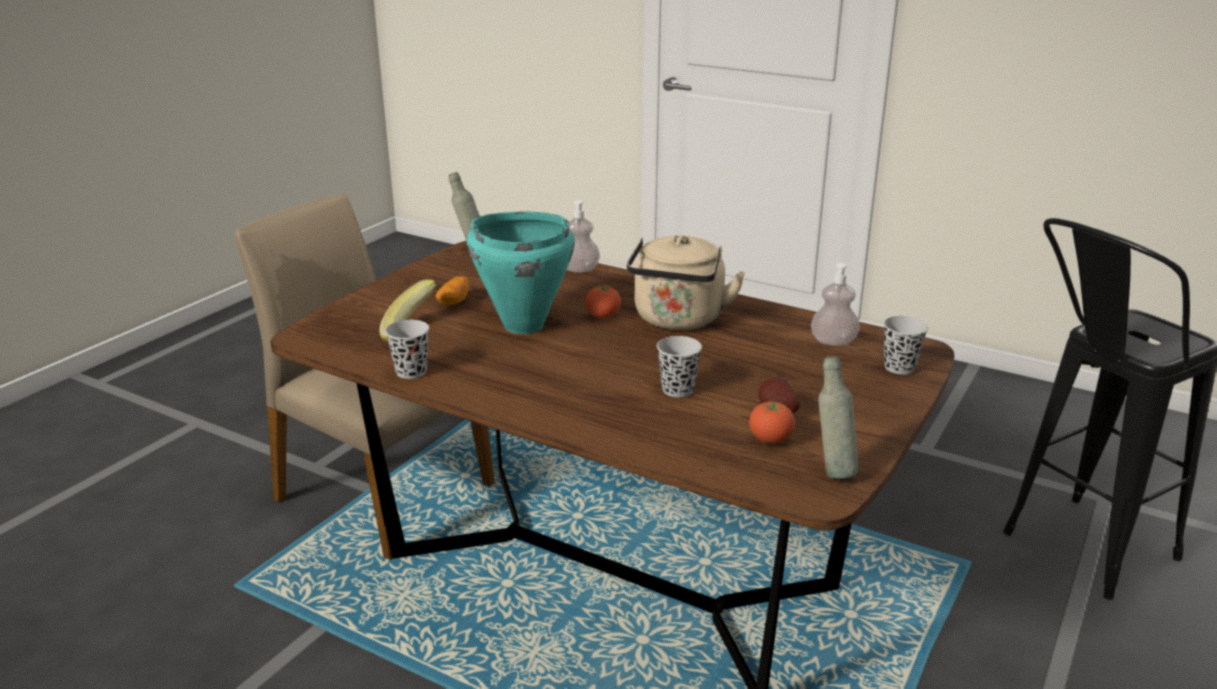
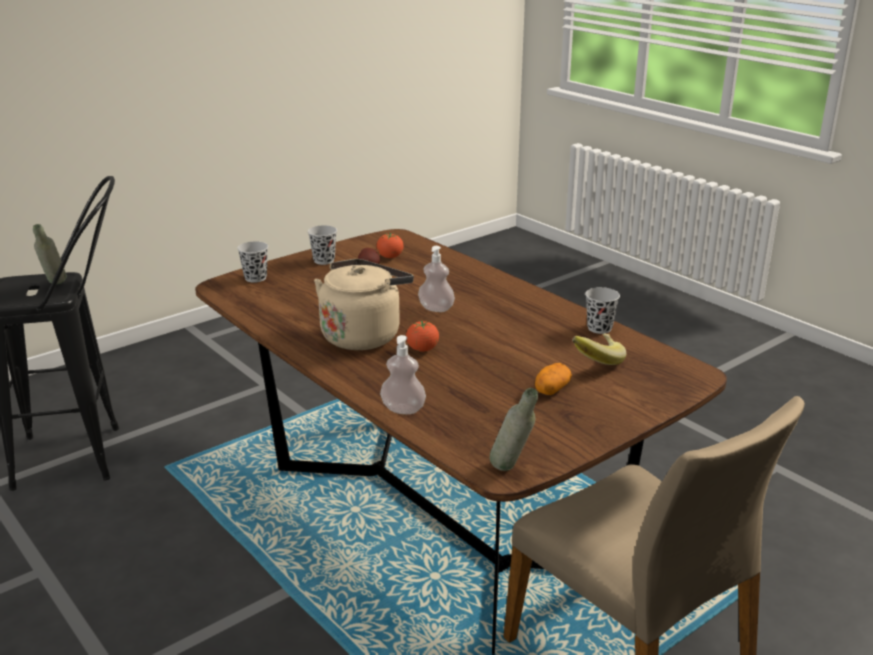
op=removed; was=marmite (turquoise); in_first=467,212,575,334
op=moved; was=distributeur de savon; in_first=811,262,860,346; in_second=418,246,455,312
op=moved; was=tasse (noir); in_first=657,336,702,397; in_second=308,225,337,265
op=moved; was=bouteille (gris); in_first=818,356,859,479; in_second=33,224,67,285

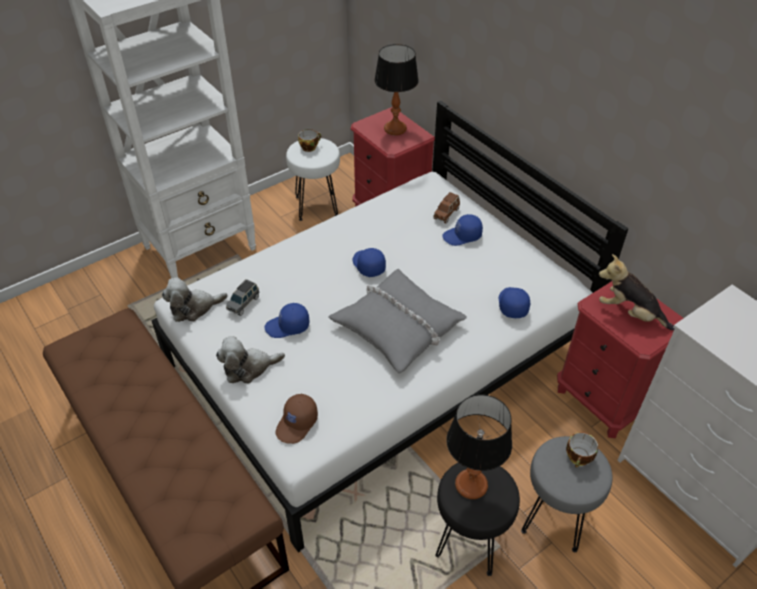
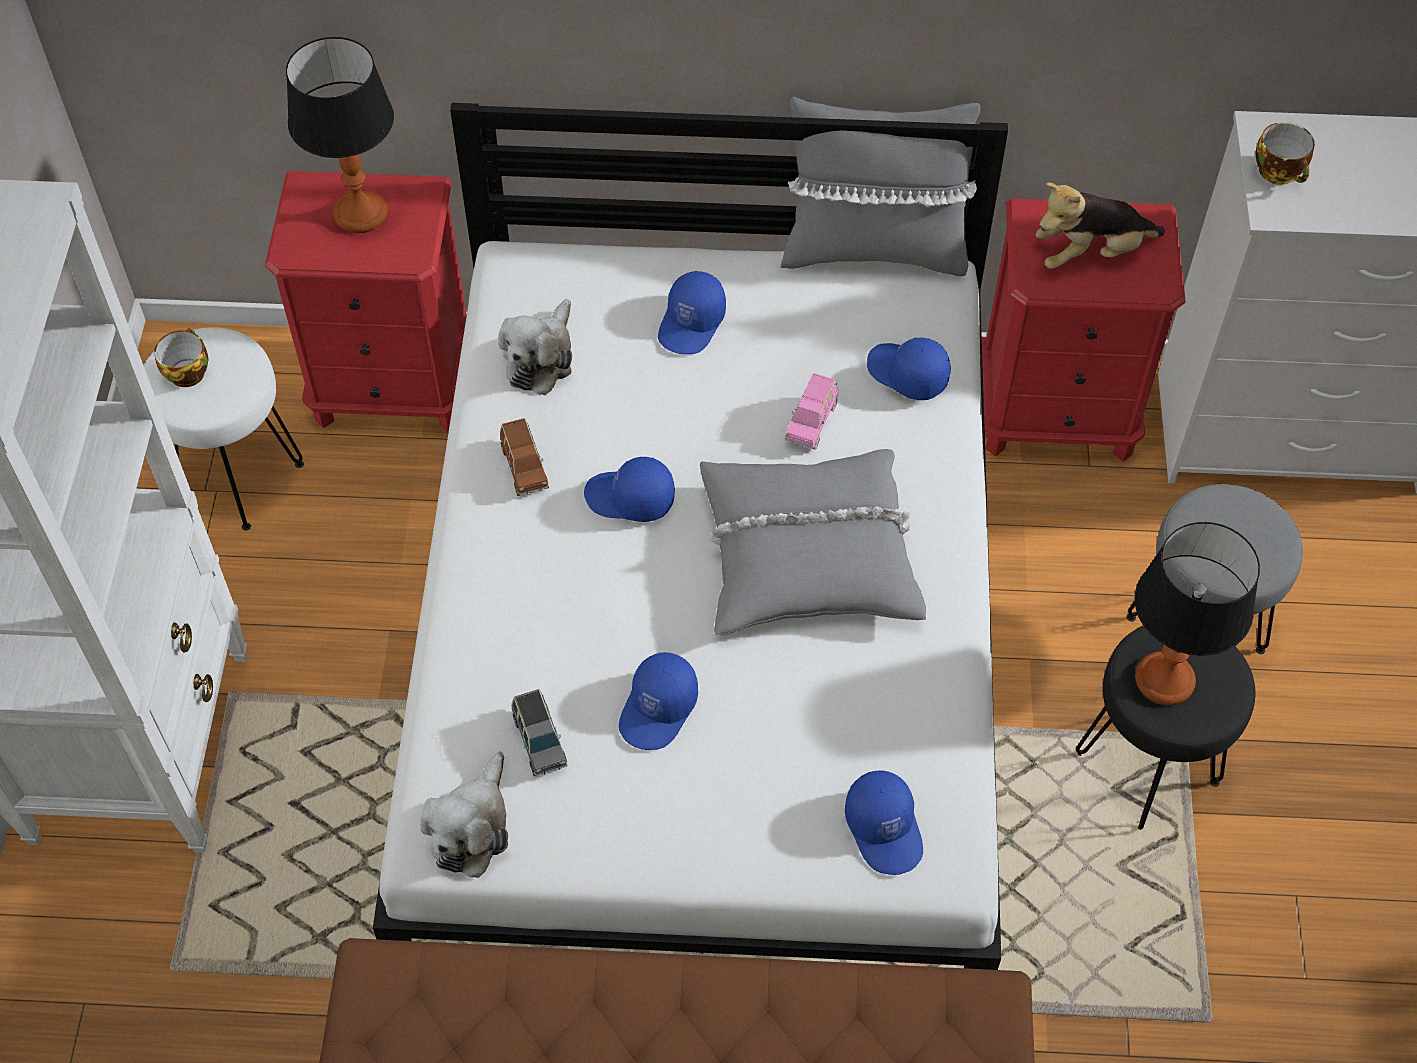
op=moved; was=petite voiture (marron); in_first=433,192,460,223; in_second=500,418,549,496
op=moved; was=peluche; in_first=216,336,285,384; in_second=498,299,572,395
op=recoloured; was=casquette (marron); now=casquette (bleu); in_first=276,394,318,444; in_second=845,770,923,875
op=moved; was=tasse; in_first=566,432,598,468; in_second=1255,122,1315,185
op=added; now=coussin (gris); in_second=781,97,980,276
op=added; now=petite voiture (rose); in_second=785,373,838,450

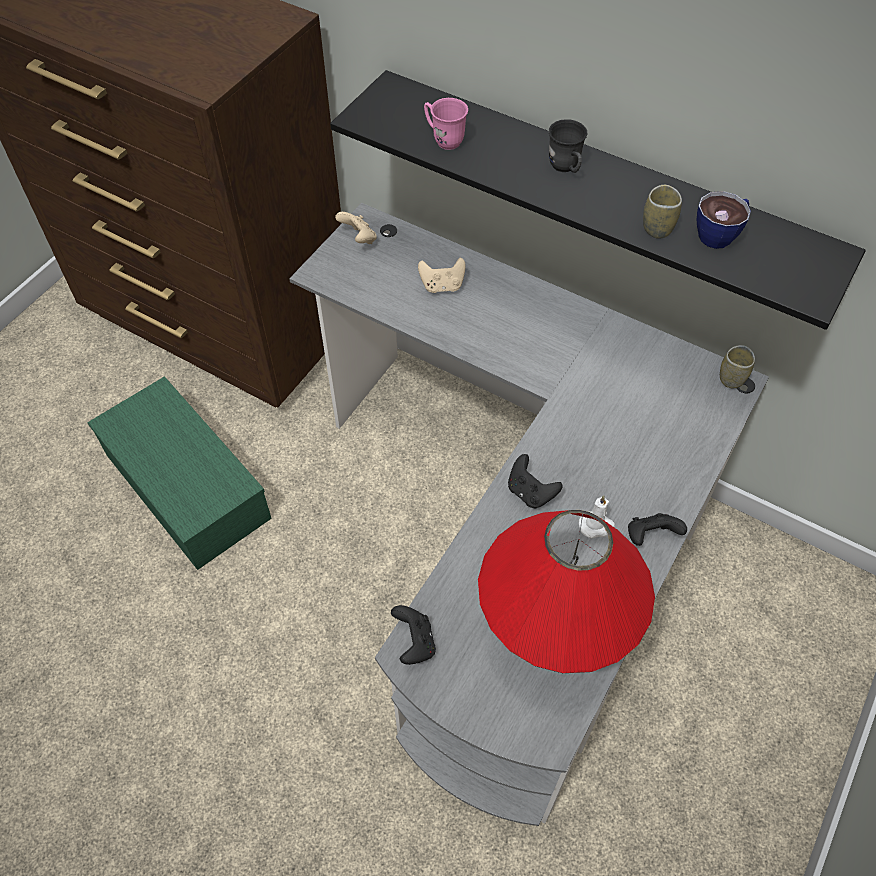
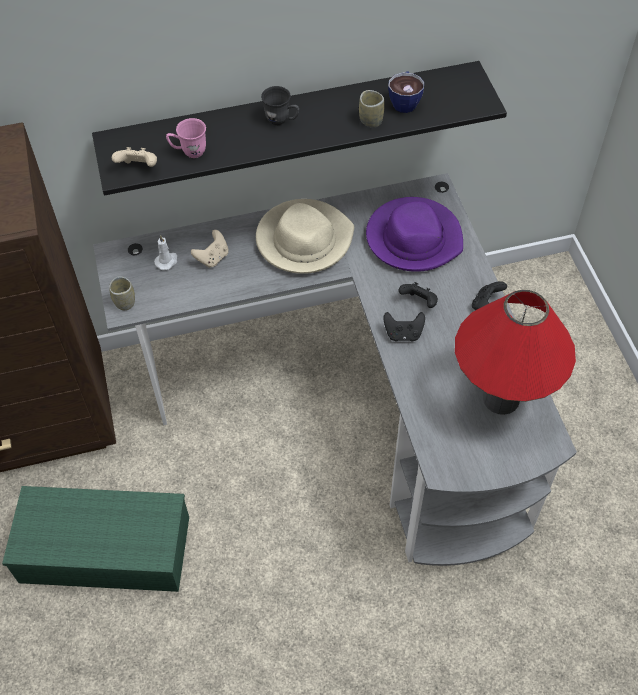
op=moved; was=manette (beige); in_first=335,212,377,244; in_second=112,147,157,167
op=moved; was=tasse; in_first=720,345,755,388; in_second=109,276,135,310
op=moved; was=bougie (blanc); in_first=579,496,615,539; in_second=154,235,177,271
op=moved; was=manette (noir); in_first=391,605,436,665; in_second=398,282,438,308
op=added; now=chapeau (violet); in_second=366,197,463,272
op=added; now=chapeau (beige); in_second=256,199,354,274

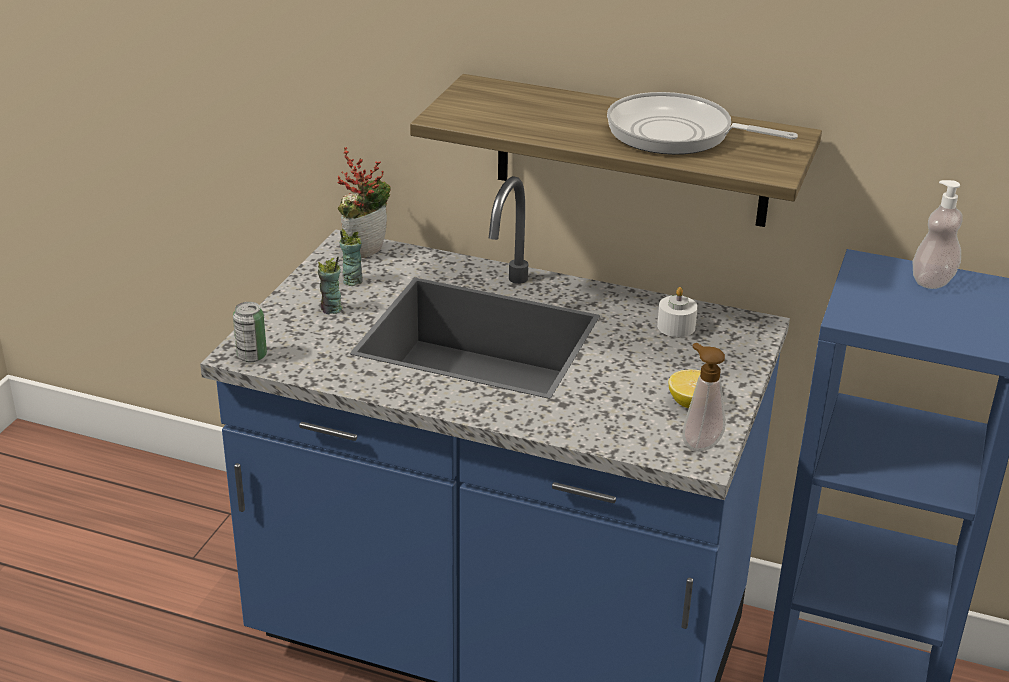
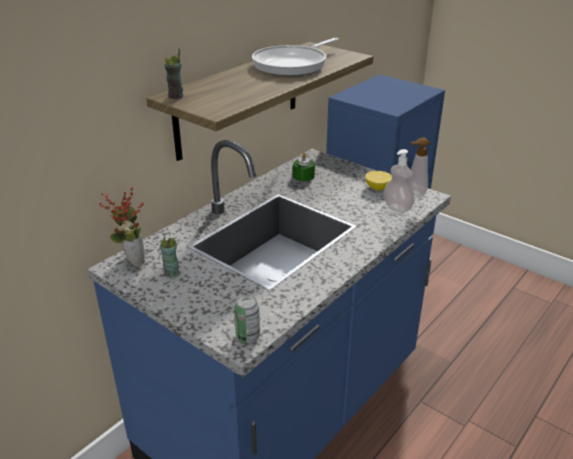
op=moved; was=distributeur de savon; in_first=912,180,963,289; in_second=384,149,414,213
op=moved; was=tasse; in_first=318,257,342,314; in_second=164,48,184,99
op=recoloured; was=bougie (blanc); now=bougie (vert); in_first=657,287,698,337; in_second=293,153,315,181

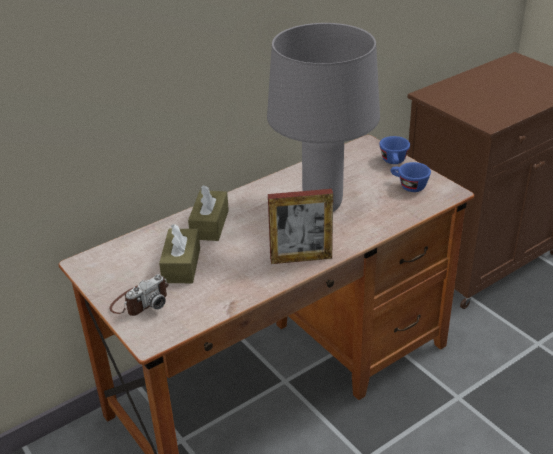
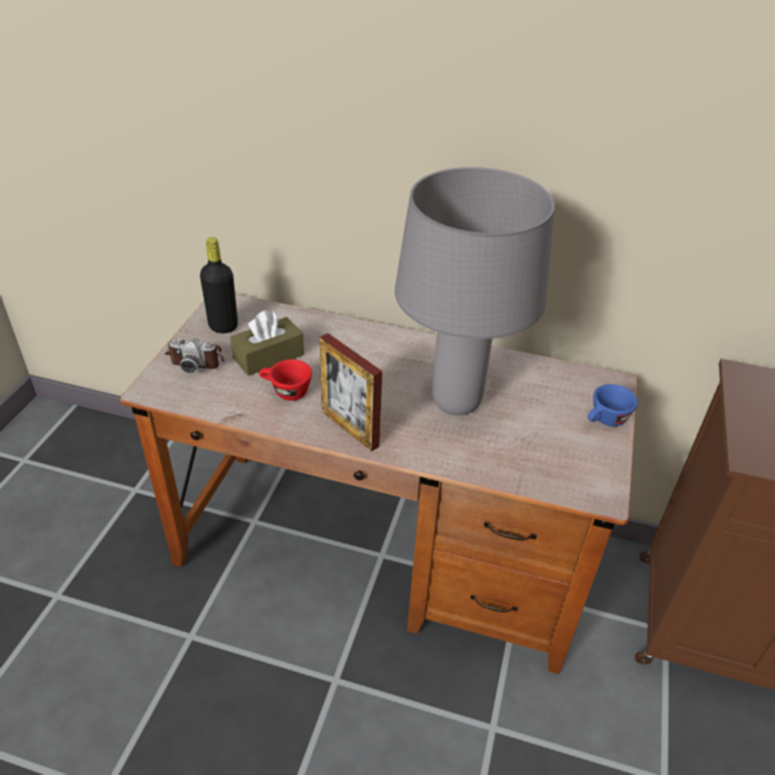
op=removed; was=tasse (bleu); in_first=390,162,431,192
op=removed; was=boîte à mouchoirs (marron); in_first=188,185,229,241
op=added; now=bouteille (noir); in_second=200,237,238,333
op=added; now=tasse (rouge); in_second=259,359,312,401

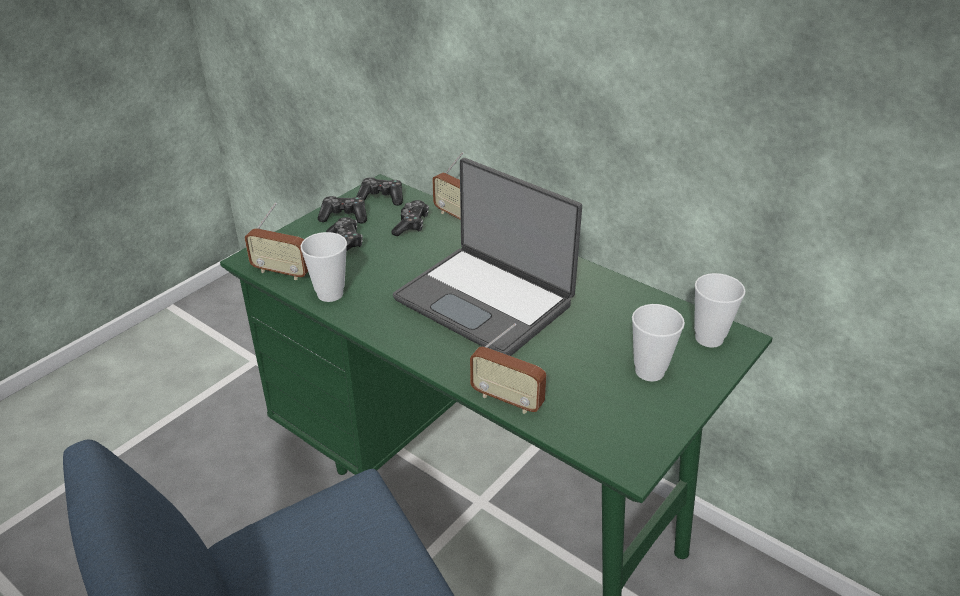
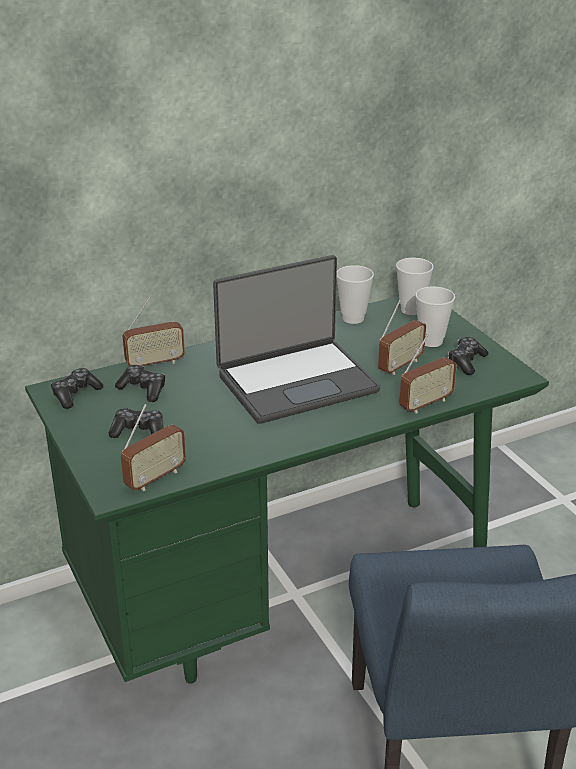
op=moved; was=manette; in_first=318,196,367,224; in_second=448,337,489,375
op=moved; was=tasse; in_first=301,232,347,302; in_second=337,265,374,324
op=added; now=radio; in_second=378,299,426,375

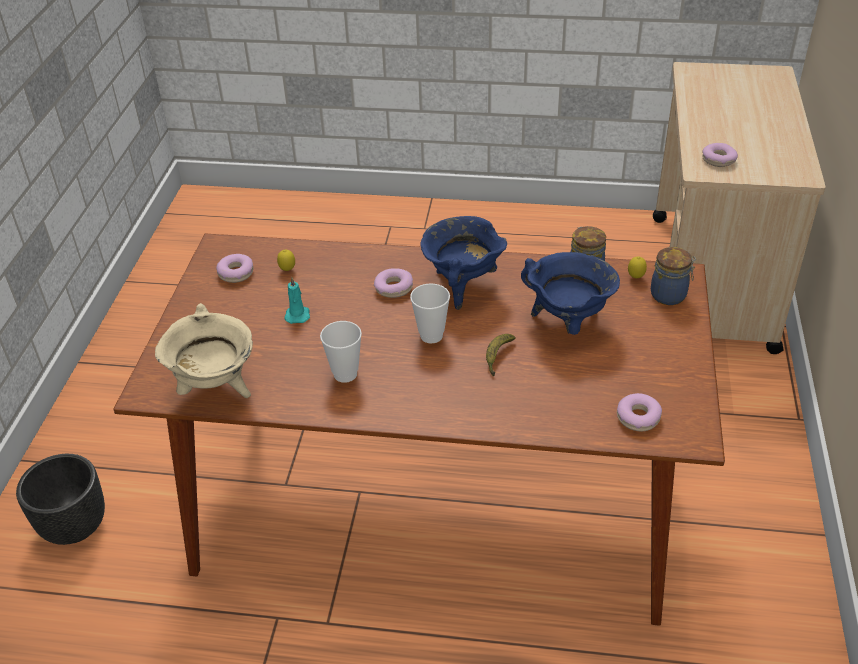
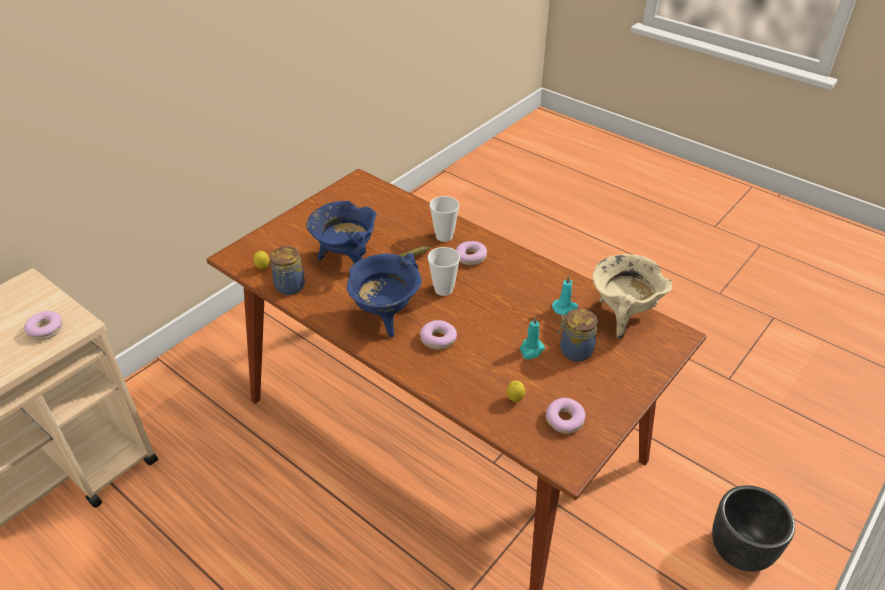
op=moved; was=bocal; in_first=651,247,696,305; in_second=558,309,598,362
op=moved; was=tasse; in_first=320,321,362,383; in_second=430,196,459,242
op=moved; was=beignet; in_first=617,393,662,431; in_second=456,241,487,265
op=added; now=bougie (turquoise); in_second=552,276,578,315

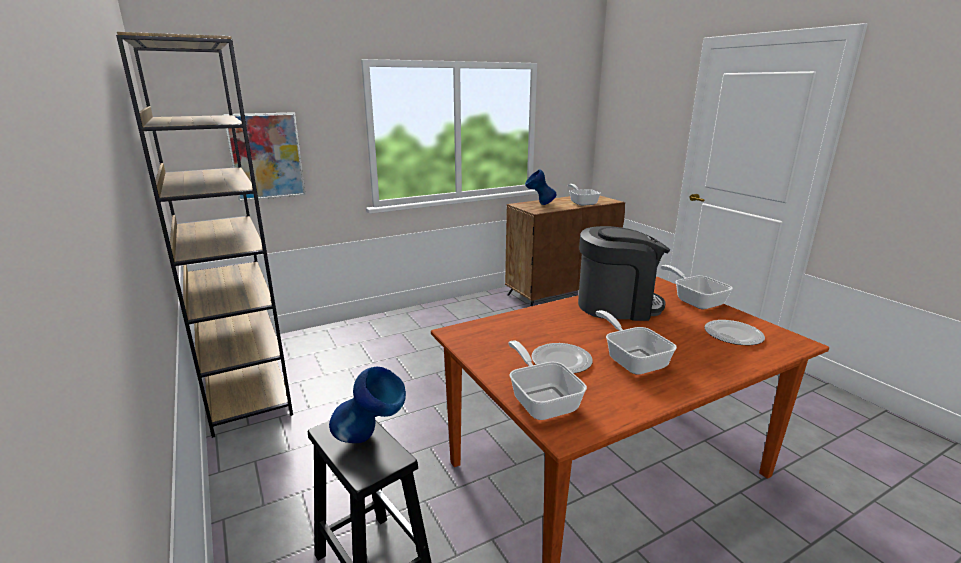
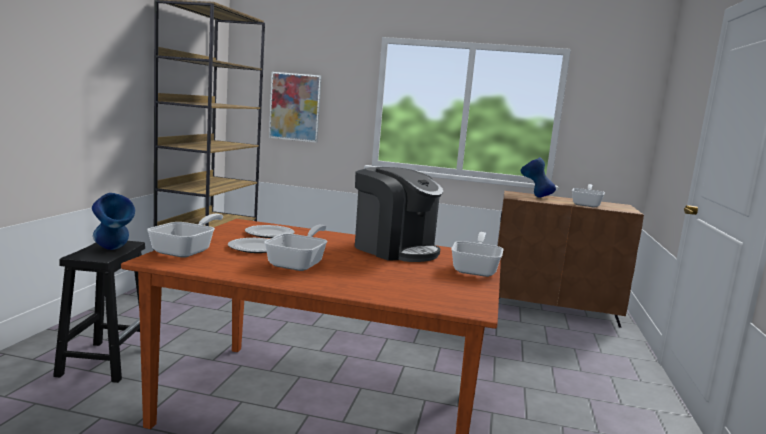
op=moved; was=assiette; in_first=704,320,765,345; in_second=245,225,295,238

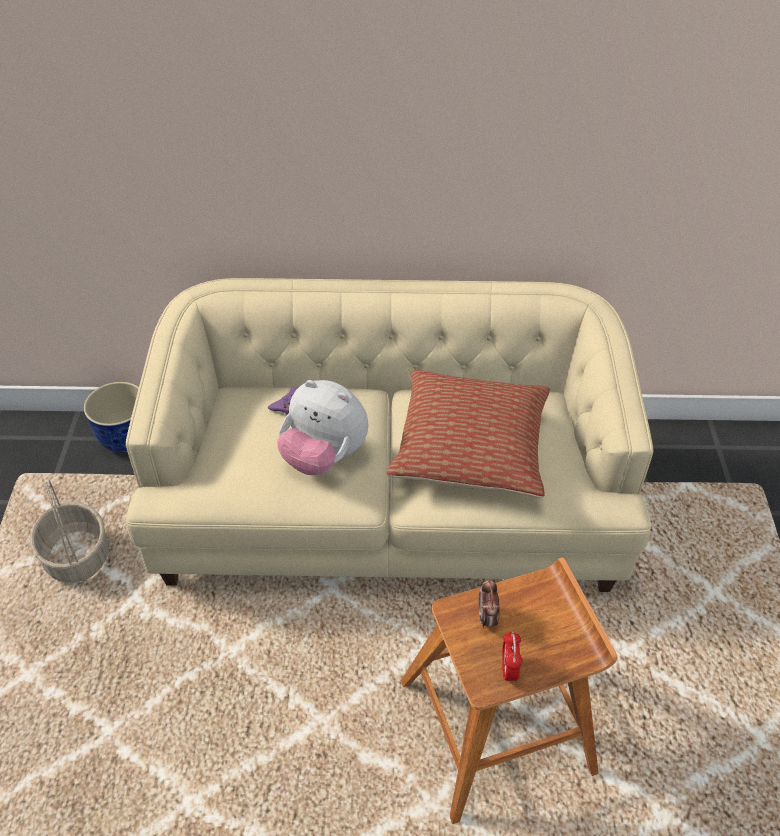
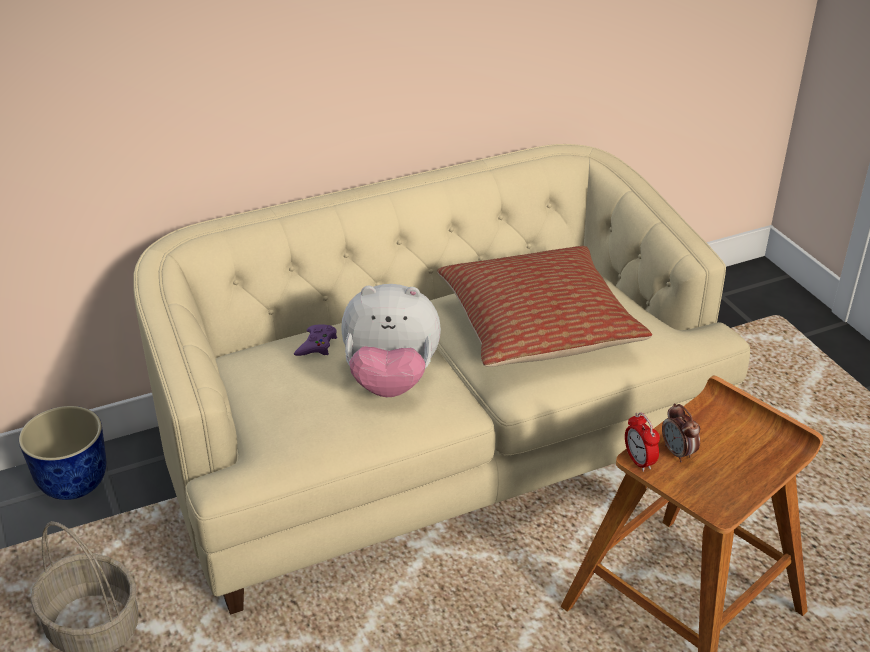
op=moved; was=réveil; in_first=502,632,523,682; in_second=625,412,660,472

